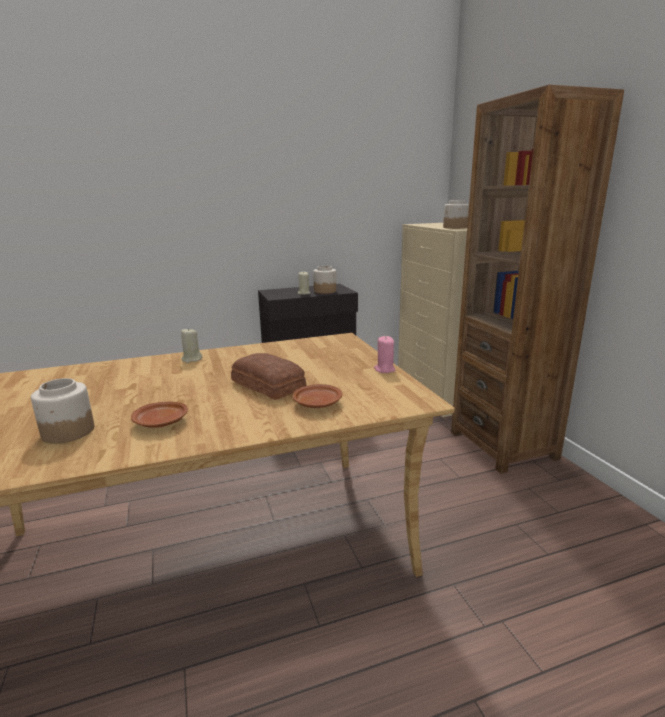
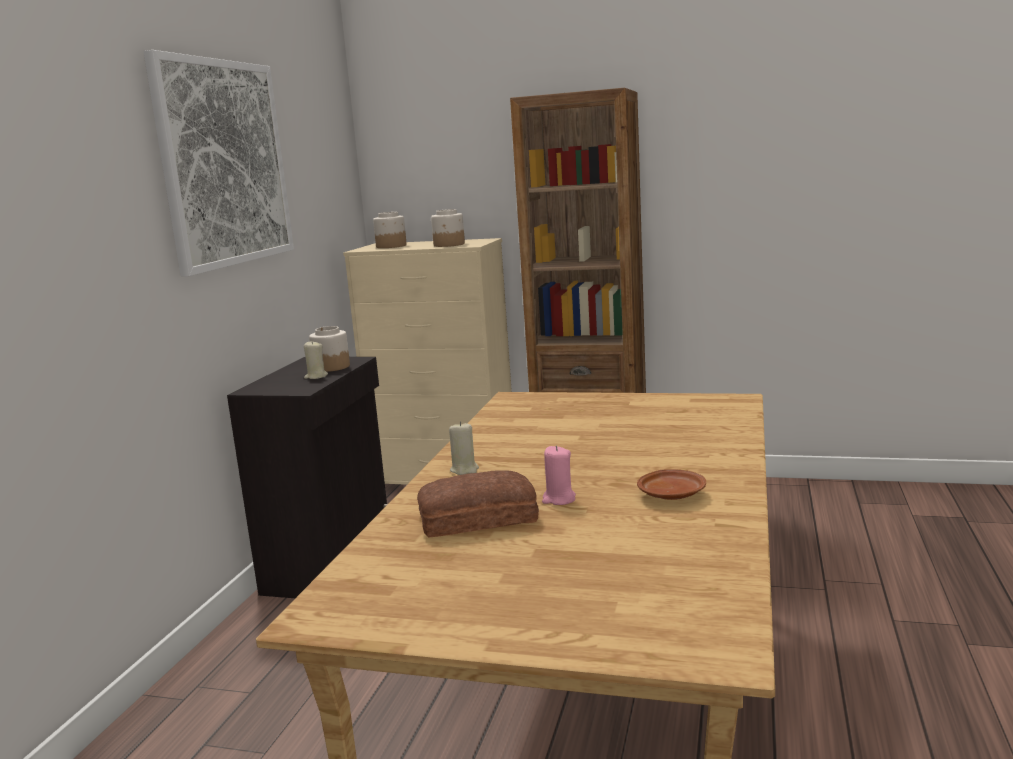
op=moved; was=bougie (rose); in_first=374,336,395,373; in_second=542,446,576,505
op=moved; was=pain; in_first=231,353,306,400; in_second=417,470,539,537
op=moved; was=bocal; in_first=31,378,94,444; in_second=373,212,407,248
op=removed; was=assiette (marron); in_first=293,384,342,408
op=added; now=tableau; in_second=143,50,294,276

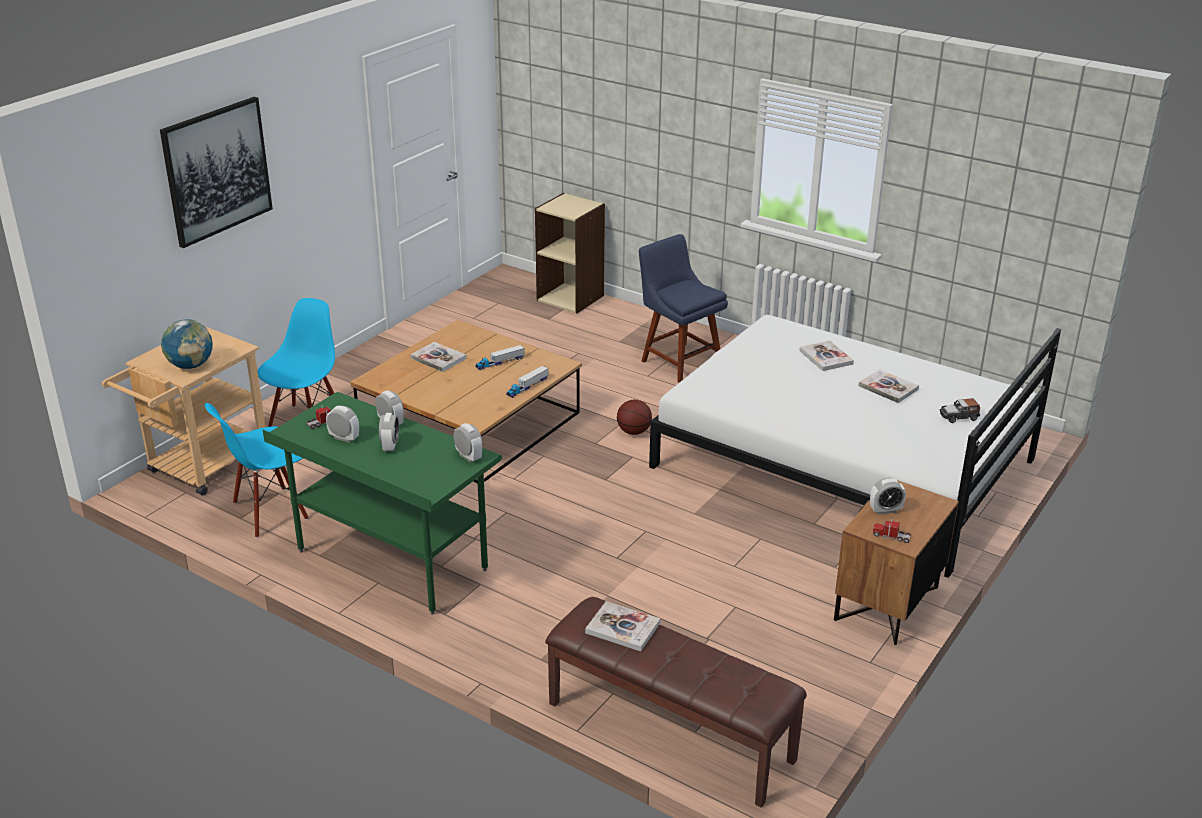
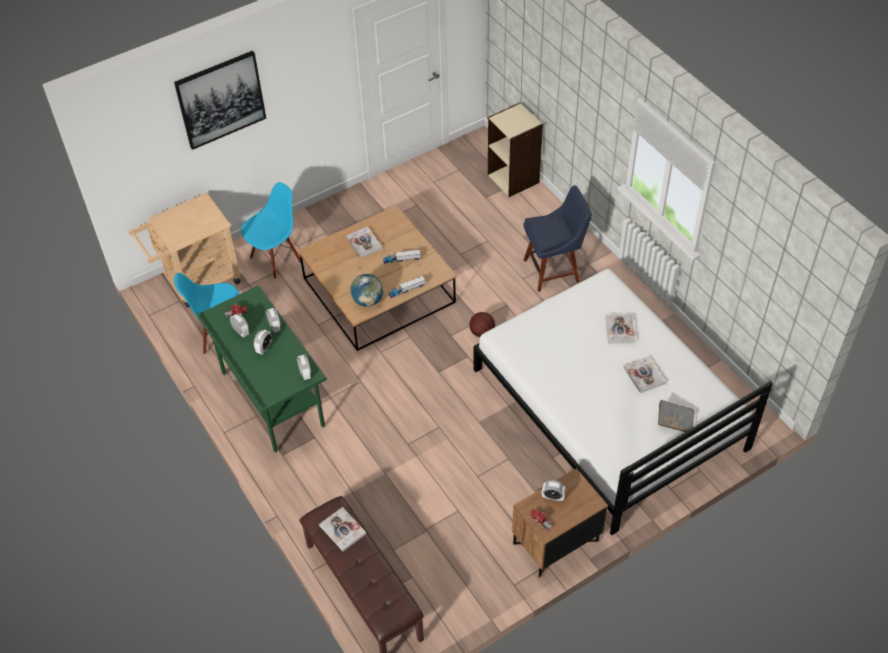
op=turned; was=chaise (bleu); in_first=639,234,728,383; in_second=523,185,592,292; clockwise=90
op=moved; was=globe; in_first=161,320,213,369; in_second=350,274,383,307
op=replaced; was=petite voiture; now=livre (gris); in_first=940,398,980,423; in_second=658,400,695,432

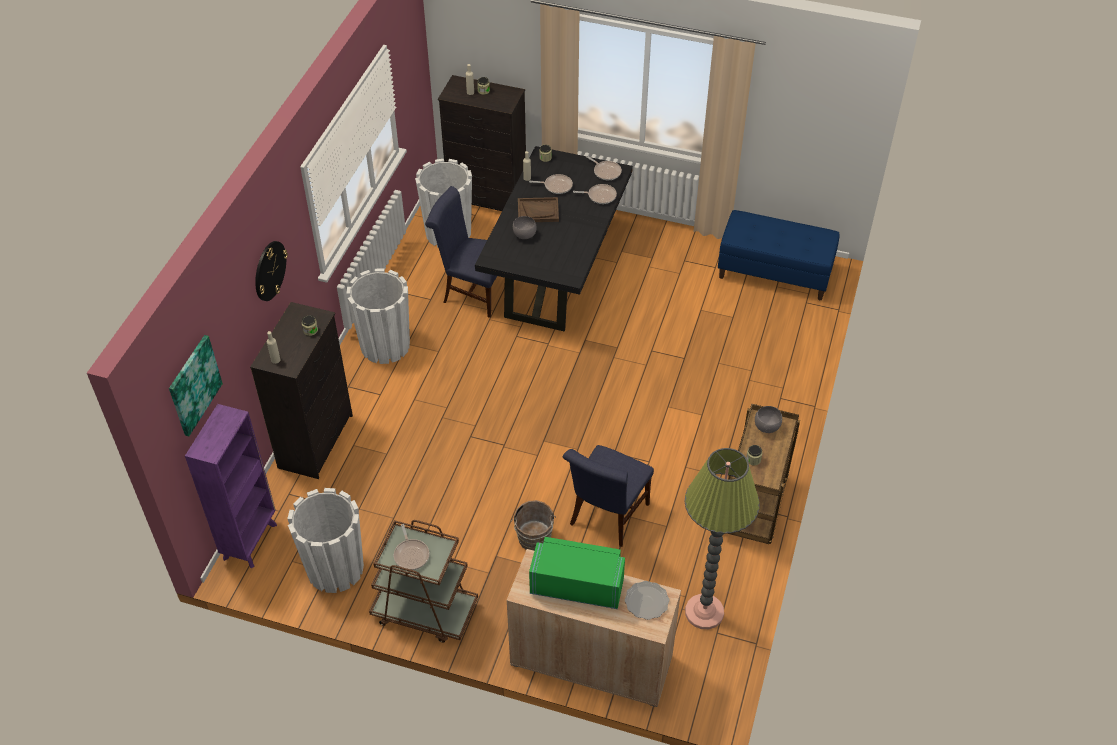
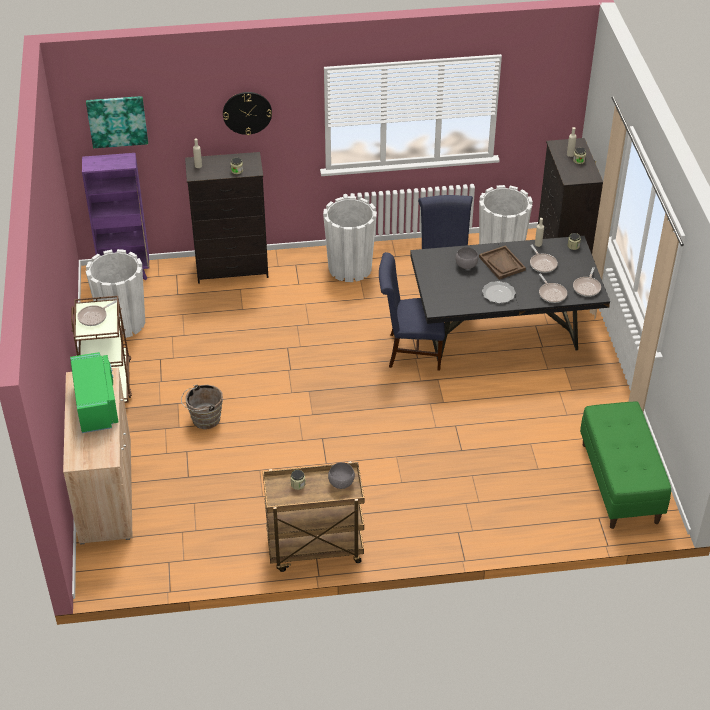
op=recoloured; was=banc (bleu); now=banc (vert); in_first=718,210,839,300; in_second=580,401,671,529
op=moved; was=chaise (bleu); in_first=563,445,654,547; in_second=379,252,445,371
op=removed; was=lampadaire; in_first=685,448,760,629
op=moved; was=assiette; in_first=625,581,670,620; in_second=482,281,516,303

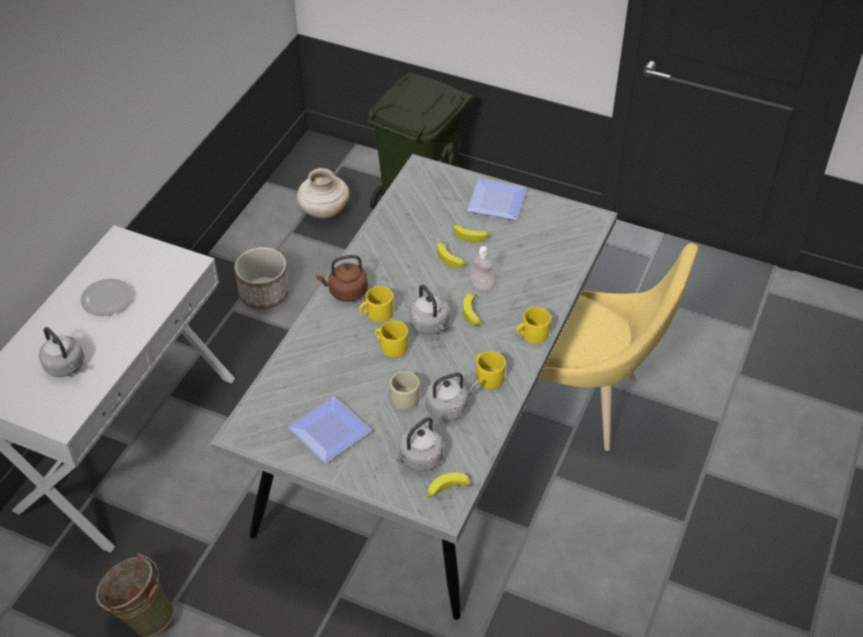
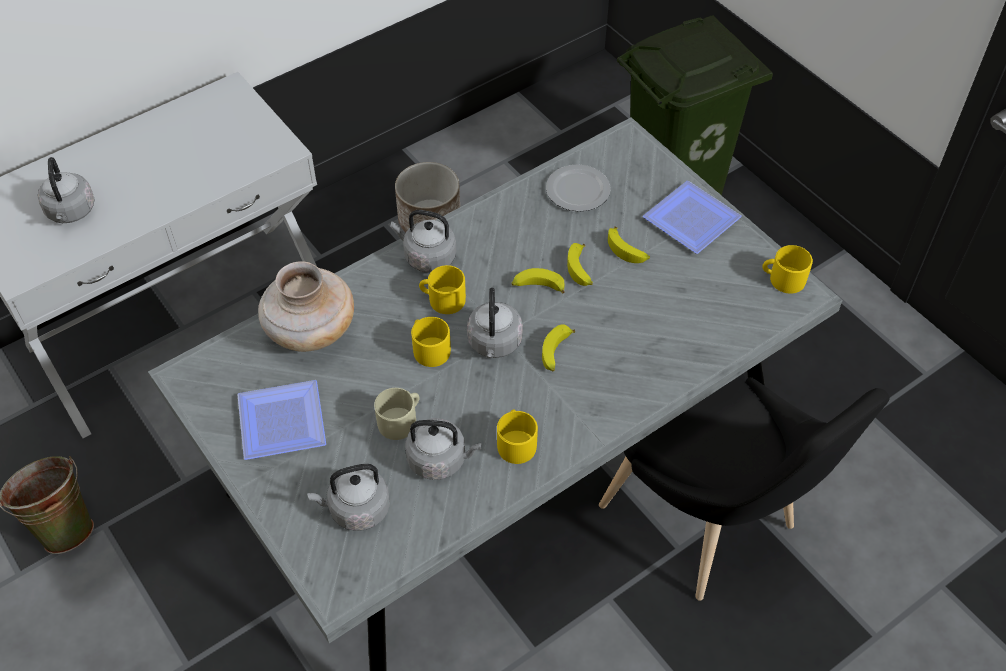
op=moved; was=vase (beige); in_first=297,168,349,219; in_second=258,261,354,352
op=recoloured; was=chaise (jaune); now=chaise (noir); in_first=540,243,698,451; in_second=599,374,890,601
op=removed; was=distributeur de savon; in_first=468,246,496,292
op=recoloured; was=bouilloire (marron); now=bouilloire (gris); in_first=316,255,368,302; in_second=391,210,456,273
op=moved; was=assiette; in_first=80,278,132,316; in_second=546,164,611,212
op=moved; was=mug (jaune); in_first=516,307,551,344; in_second=762,245,813,294
op=moved; was=banane; in_first=428,473,472,498; in_second=512,268,565,293

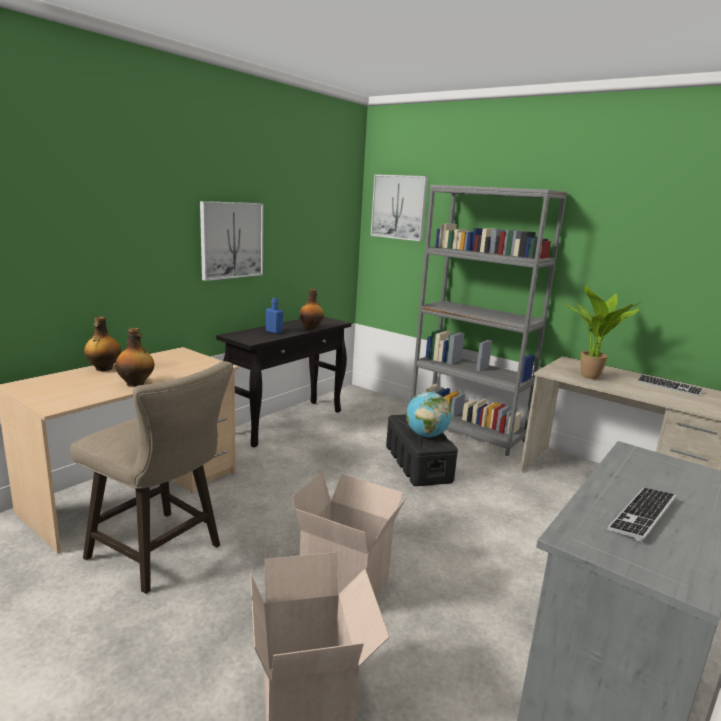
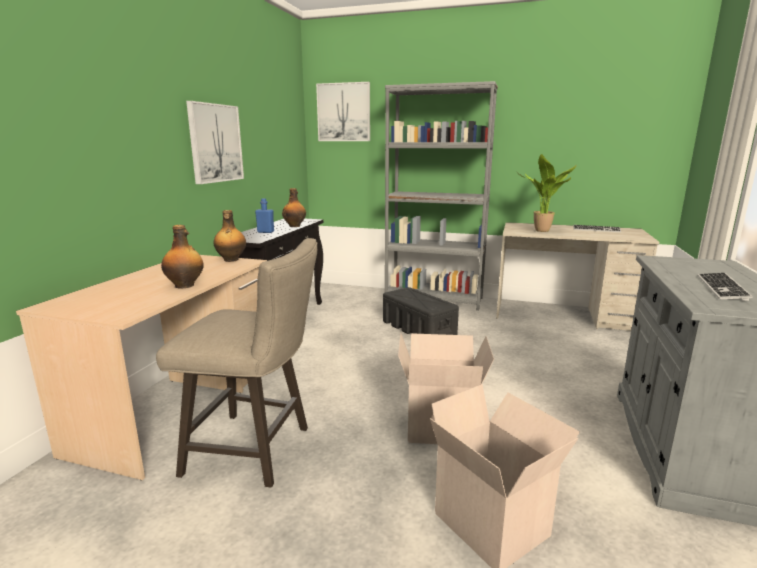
op=moved; was=bouteille; in_first=84,317,121,371; in_second=214,210,246,262
op=removed; was=globe; in_first=406,392,452,437

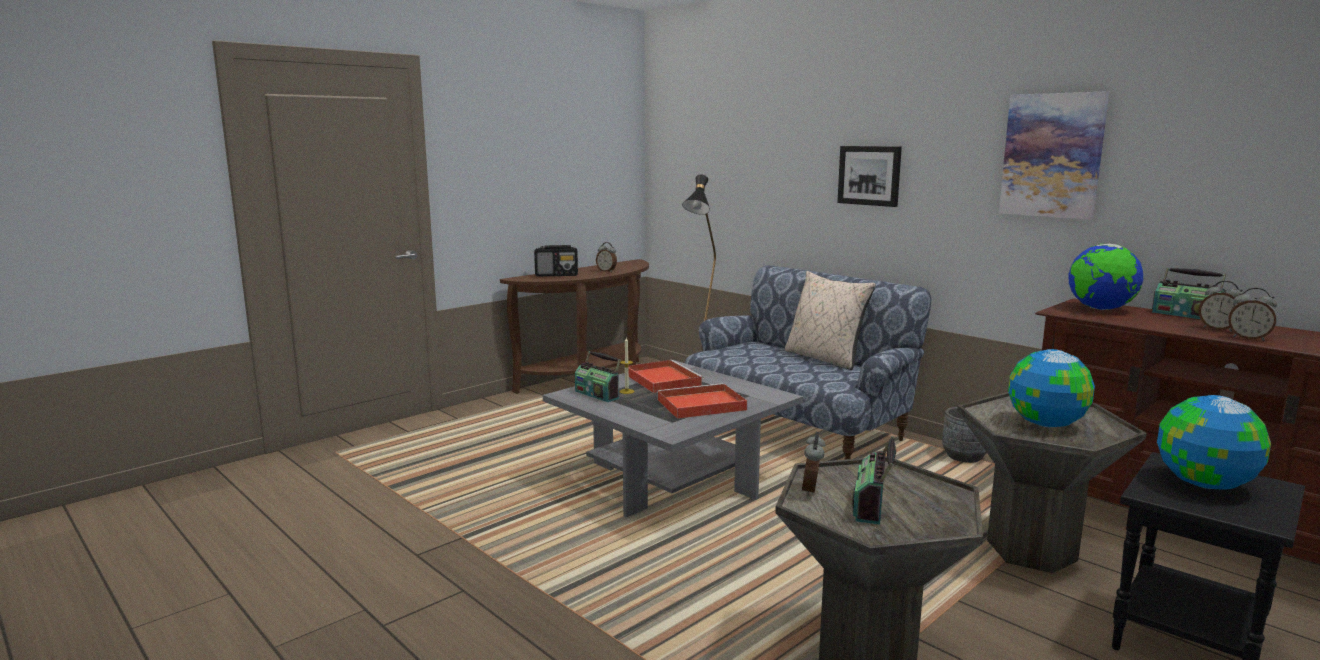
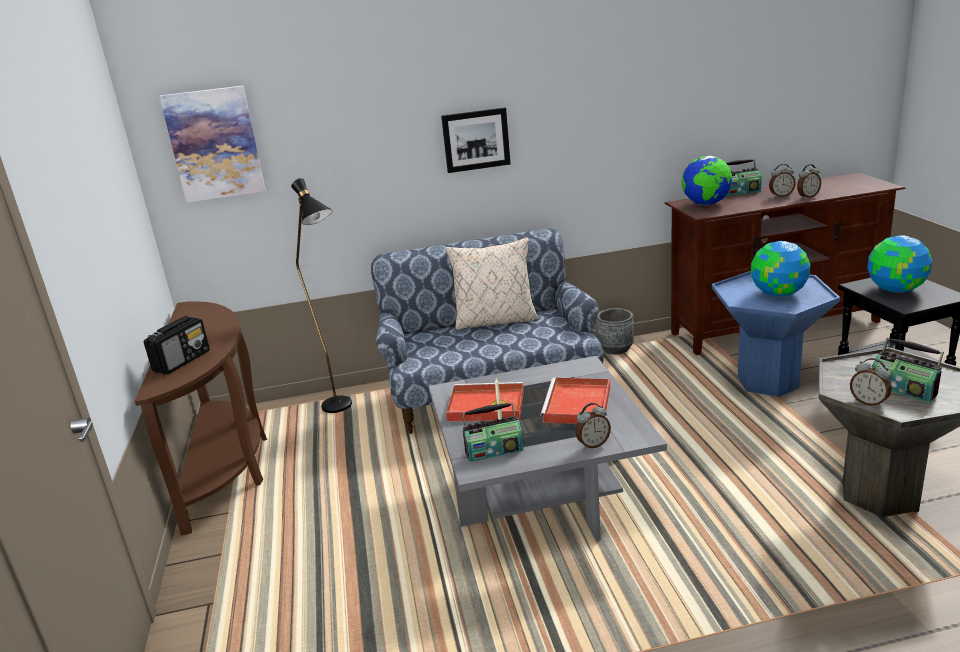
op=moved; was=tableau; in_first=999,91,1109,220; in_second=159,85,266,202
op=moved; was=réveil; in_first=596,242,617,272; in_second=575,403,611,449
op=recoloured; was=table d'appoint (gris); now=table d'appoint (bleu); in_first=957,392,1147,573; in_second=712,271,840,397

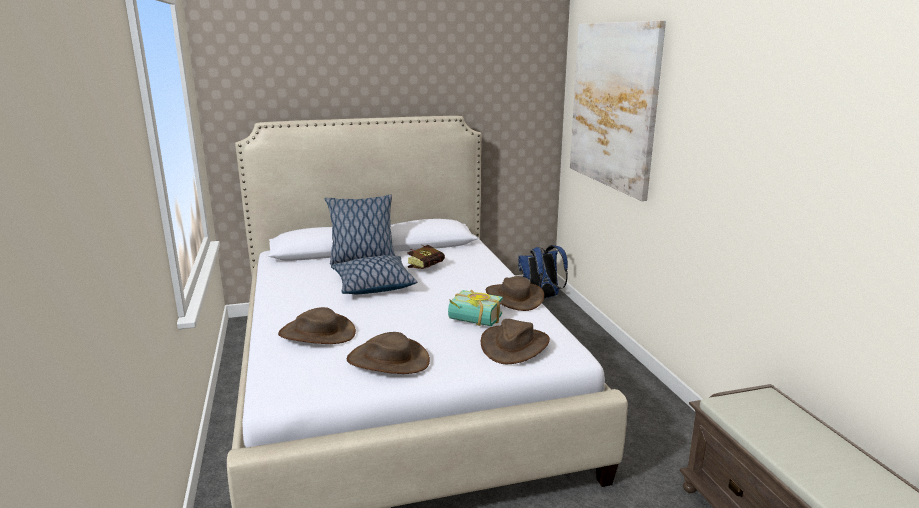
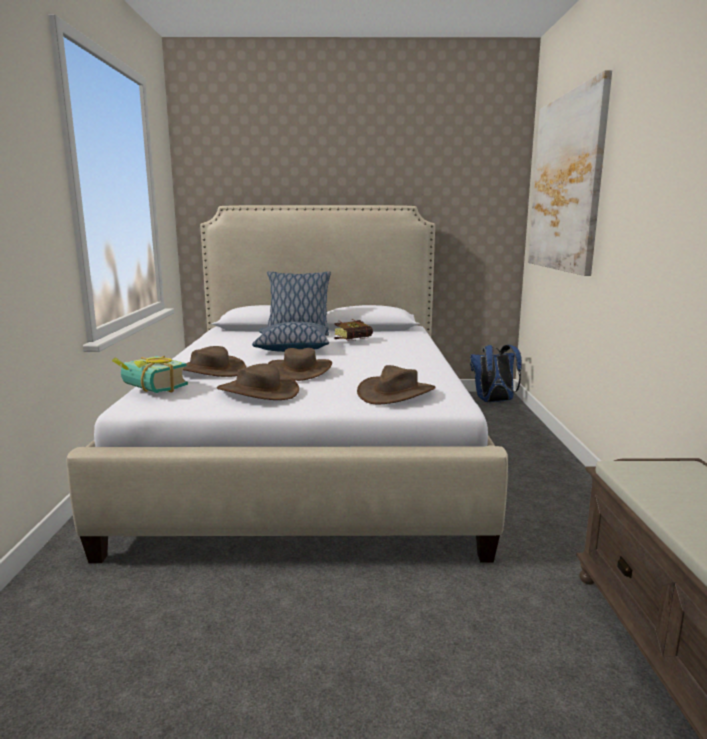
op=moved; was=chapeau (marron); in_first=486,276,544,311; in_second=268,348,332,381
op=moved; was=livre; in_first=448,290,503,326; in_second=112,356,188,393

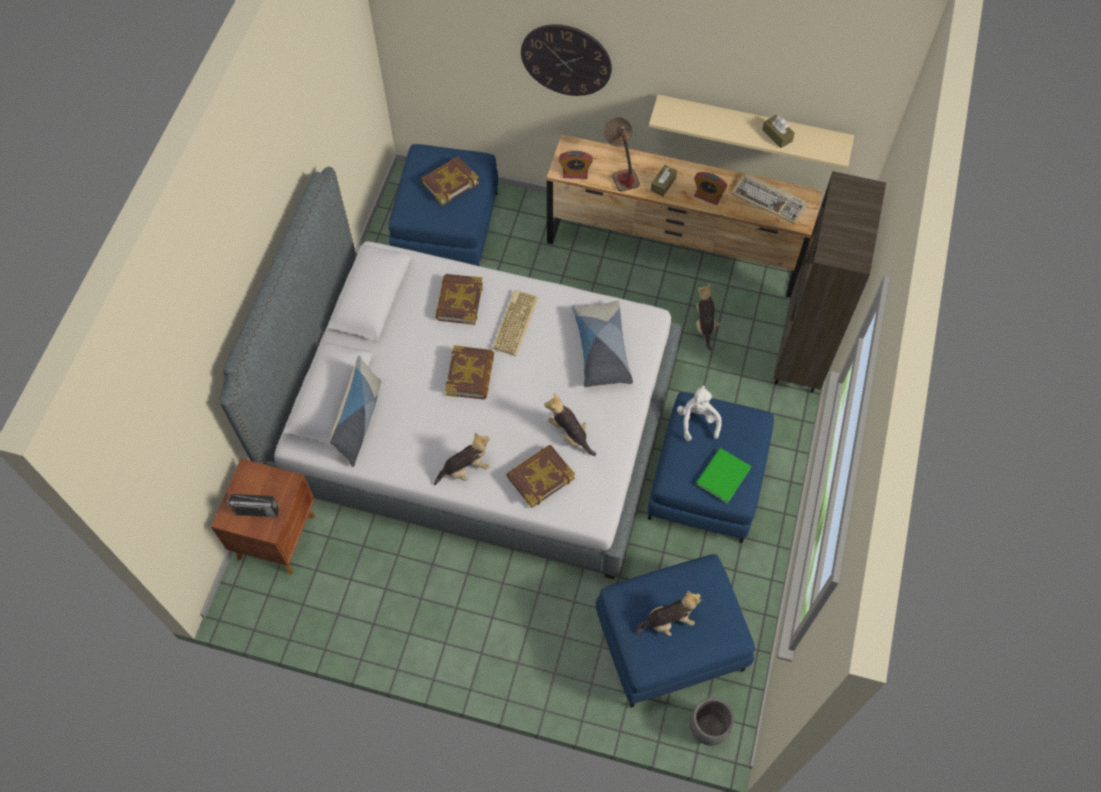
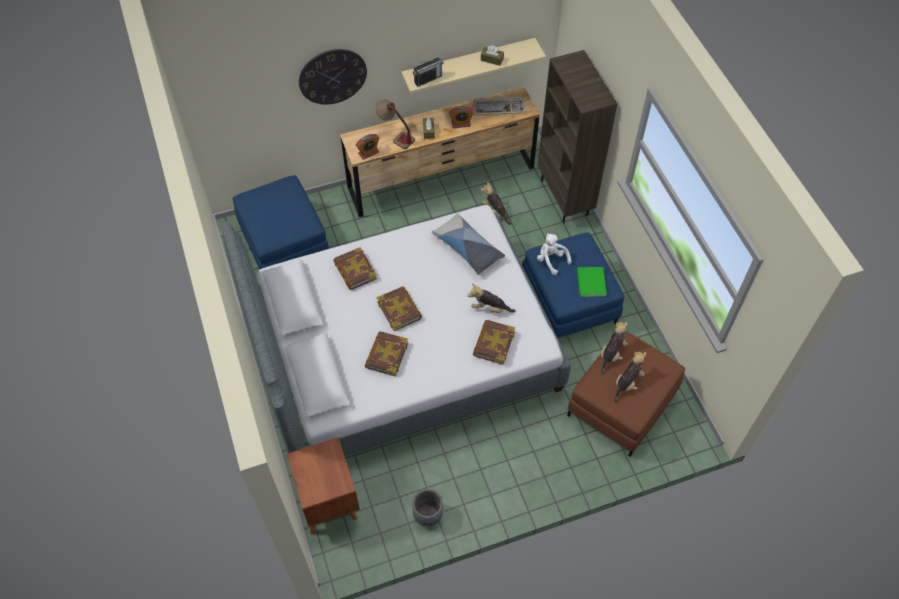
op=moved; was=livre; in_first=421,156,479,206; in_second=365,331,408,377
op=removed; was=clavier; in_first=492,290,538,356
op=removed; was=coussin; in_first=329,356,382,467
op=moved; was=peluche; in_first=434,433,490,485; in_second=601,322,627,374
op=moved; was=radio; in_first=227,494,279,517; in_second=413,58,444,87
op=recoloured; was=pouf (bleu); now=pouf (marron); in_first=596,554,755,708; in_second=567,331,685,457
op=moved; was=cache-pot (gris); in_first=690,698,734,746; in_second=412,489,443,526

